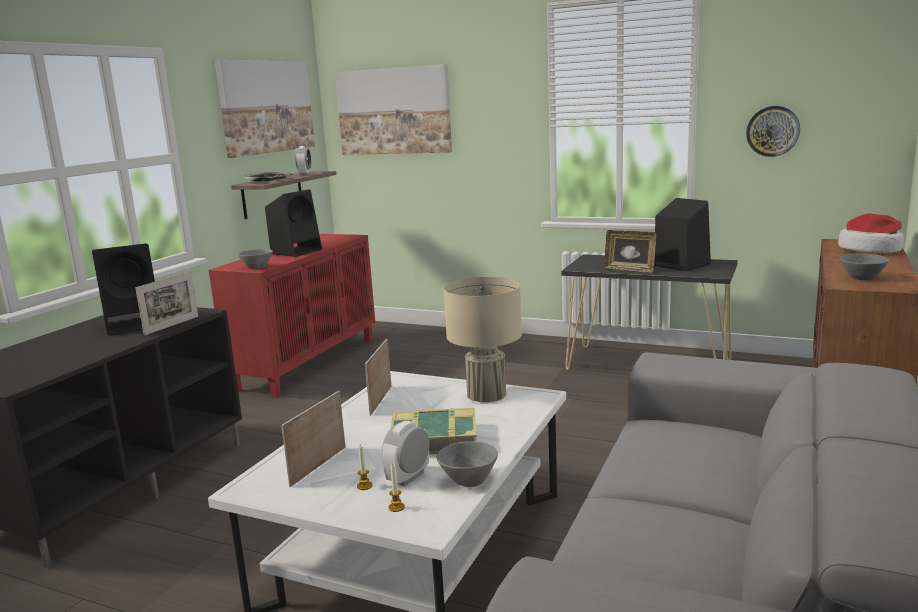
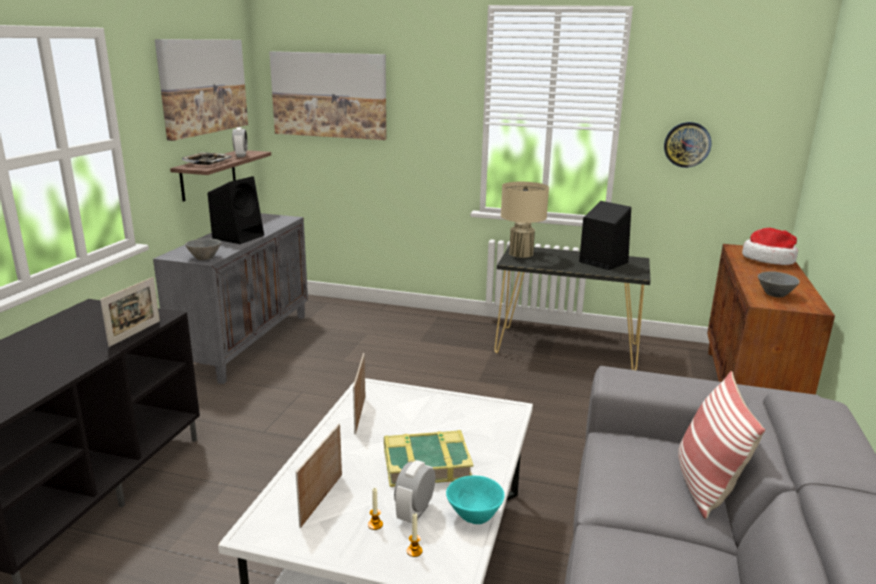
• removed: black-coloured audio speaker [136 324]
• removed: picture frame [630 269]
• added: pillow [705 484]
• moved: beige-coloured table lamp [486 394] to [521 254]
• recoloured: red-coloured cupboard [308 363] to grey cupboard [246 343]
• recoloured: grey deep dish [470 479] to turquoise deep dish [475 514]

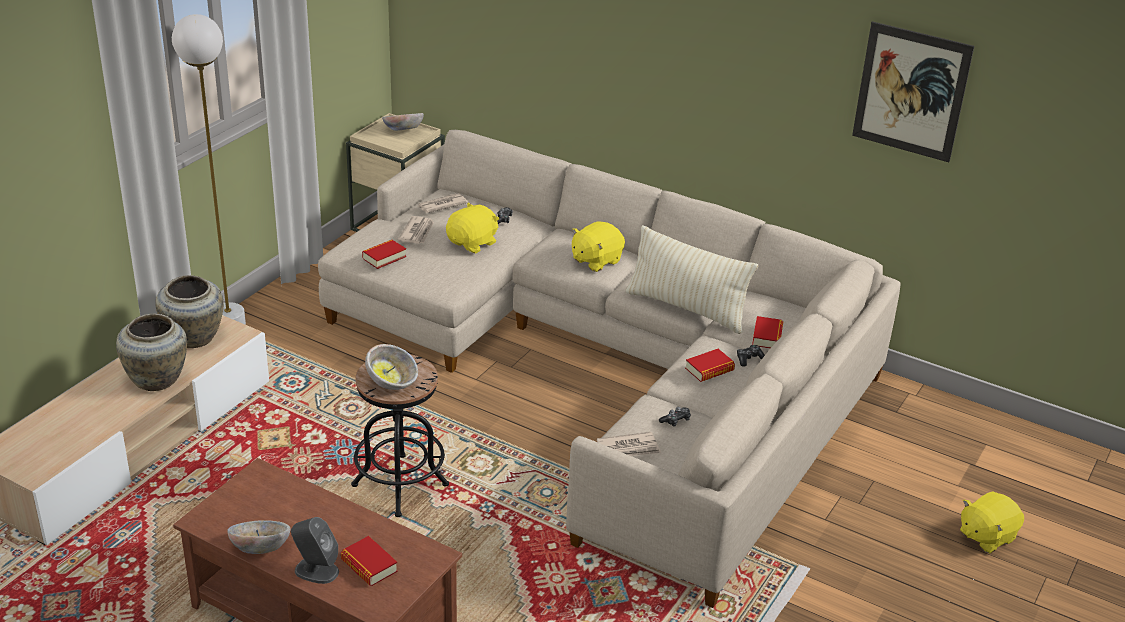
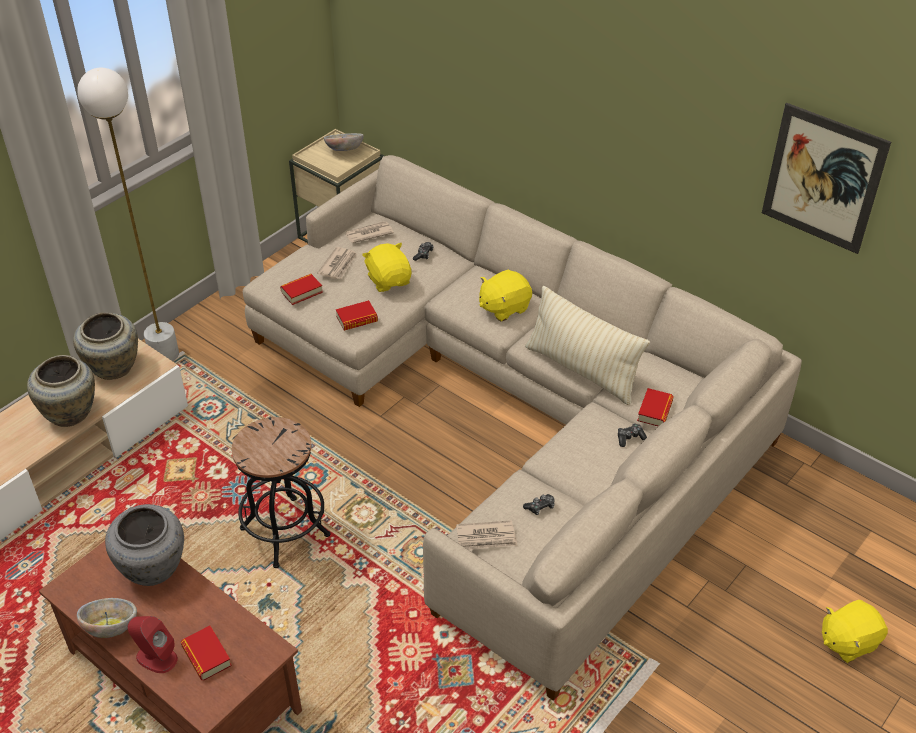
• removed: deep dish [392 382]
• added: grey vase [153 570]
• moved: bound book [709 370] to [357 319]
• recoloured: grey audio speaker [316 570] to red-coloured audio speaker [156 657]
• turned: yellow-coloured plush toy [473 243] = [389 280] 75 degrees counterclockwise

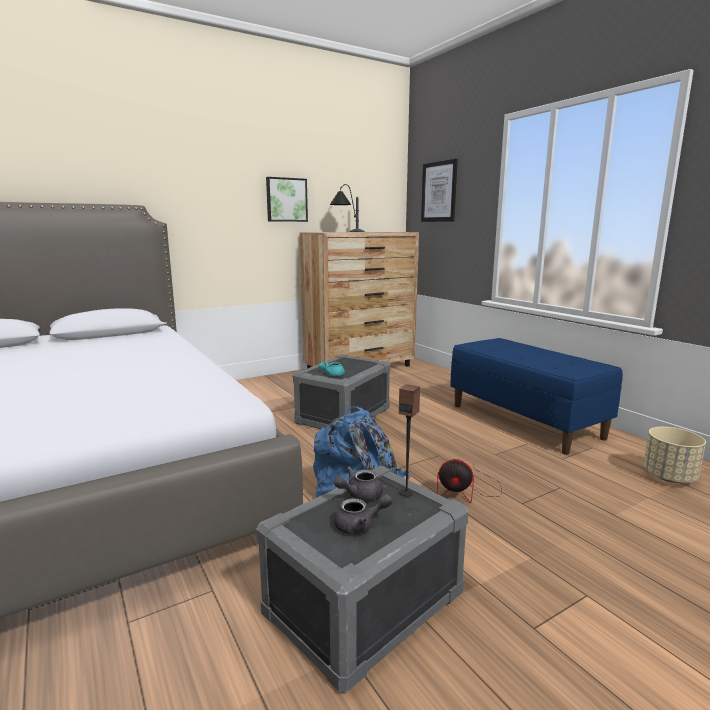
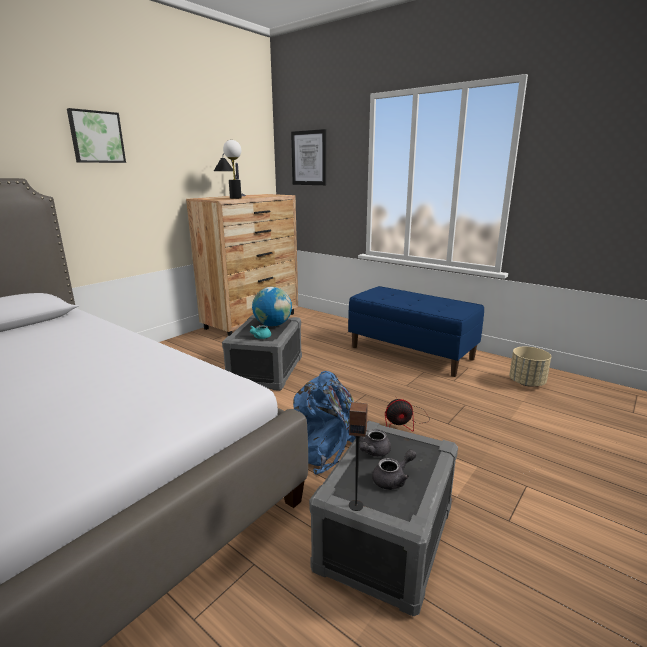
• added: table lamp [235 198]
• added: world globe [273 325]
• moved: wall art [286 200] to [96 137]
• moved: audio speaker [406 492] to [356 505]

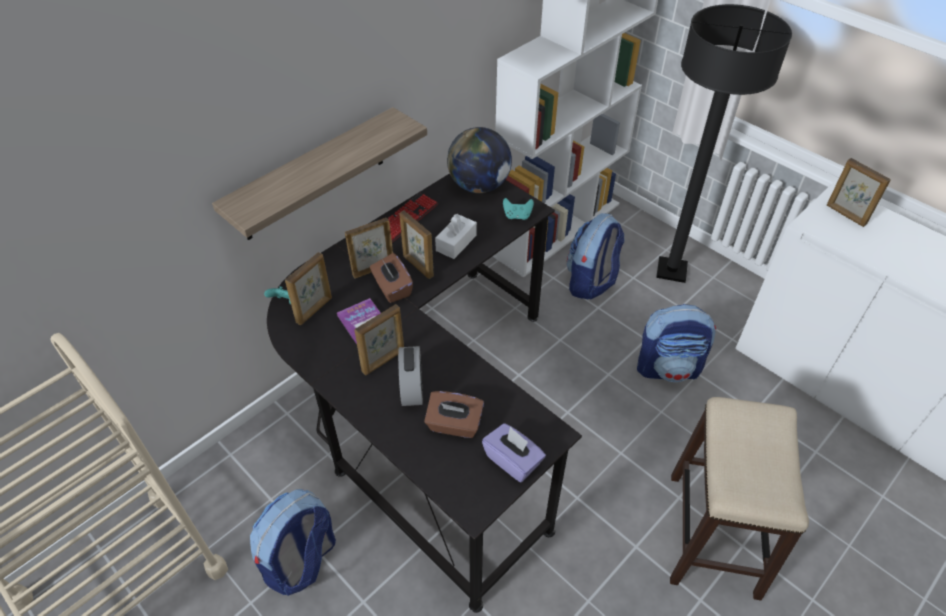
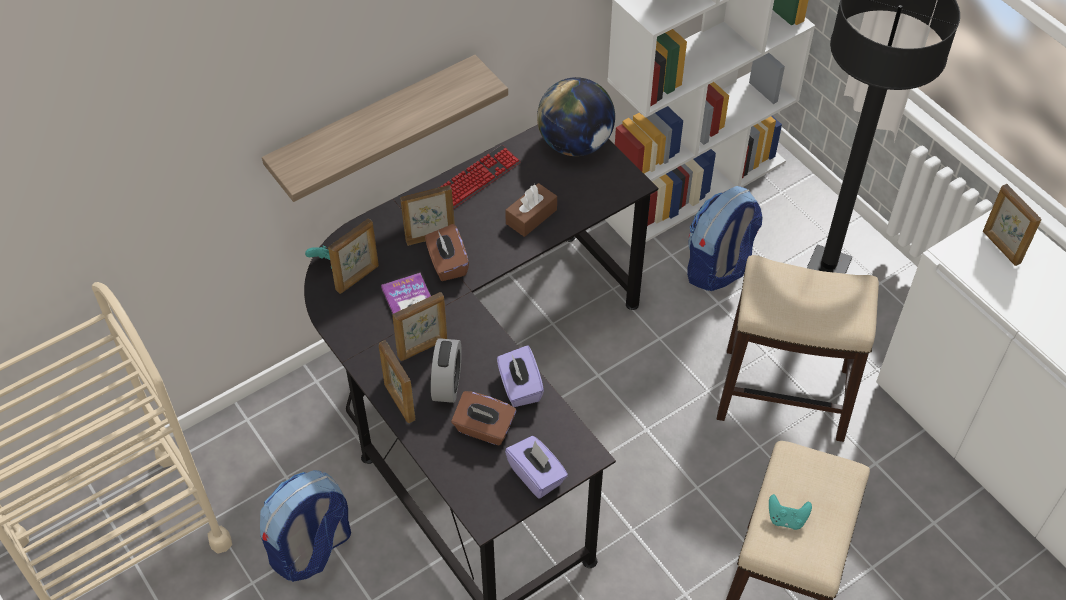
• added: purple tissue box [519 387]
• moved: picture frame [417 266] to [399 402]
• moved: turquoise game controller [517 216] to [786 519]
• replaced: knapsack [668 368] to stool seat [785 394]
• recoloured: white-coloured tissue box [456 243] to brown-coloured tissue box [531 216]

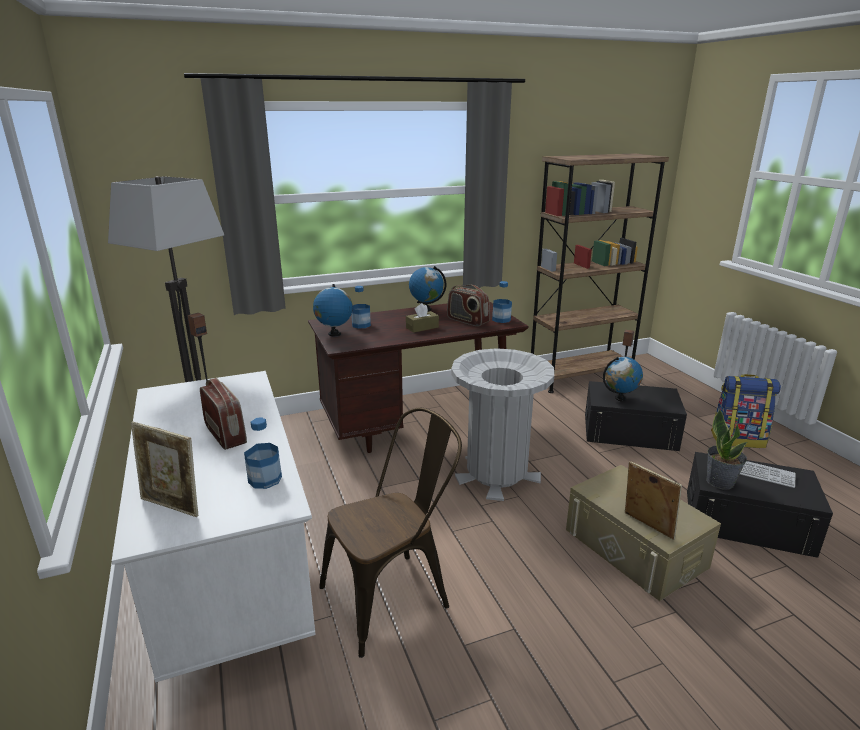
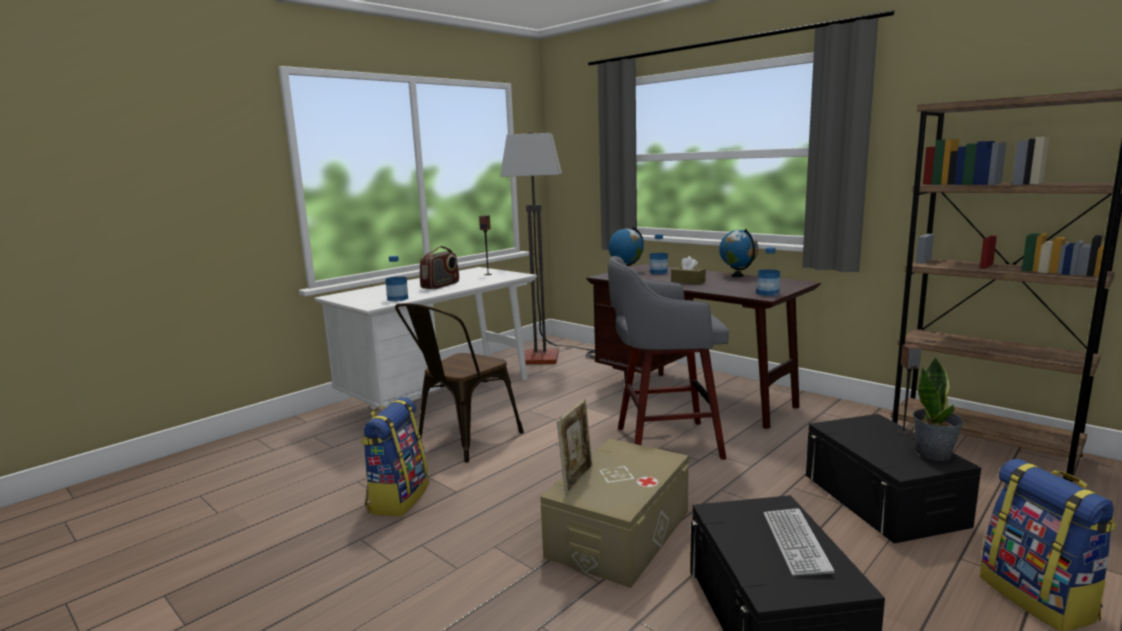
• removed: picture frame [172 505]
• removed: radio set [467 321]
• removed: world globe [620 398]
• added: knapsack [398 498]
• moved: plant in a pot [720 481] to [933 454]
• replaced: grey trash can [496 474] to grey stool seat [664 443]
• turned: brown-coloured upright chair [394 595] = [462 442] 90 degrees clockwise

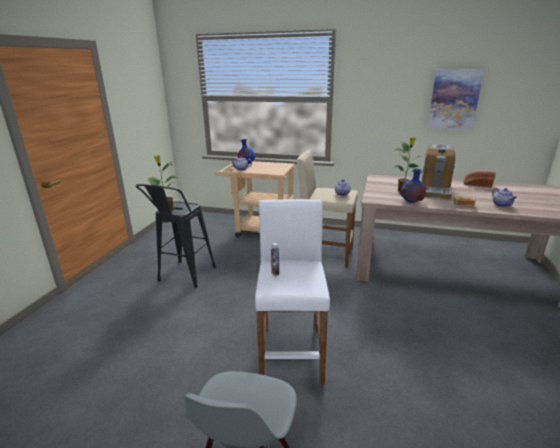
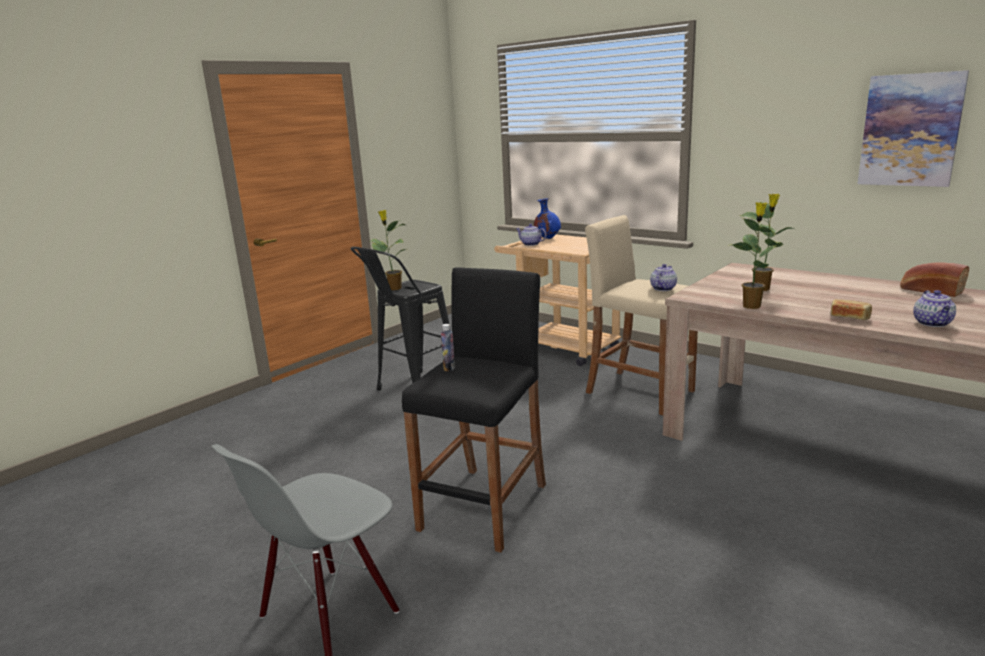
• removed: coffee brewer [435 190]
• replaced: blue-coloured vase [411 203] to plant in a pot [751 306]
• recoloured: white-coloured stool seat [291 354] to black-coloured stool seat [485 506]

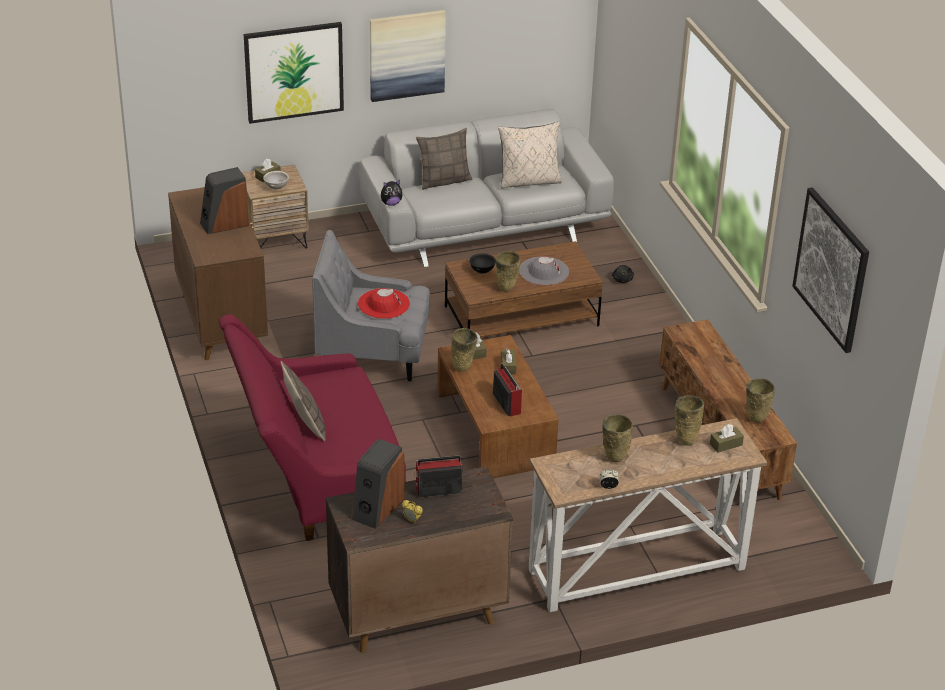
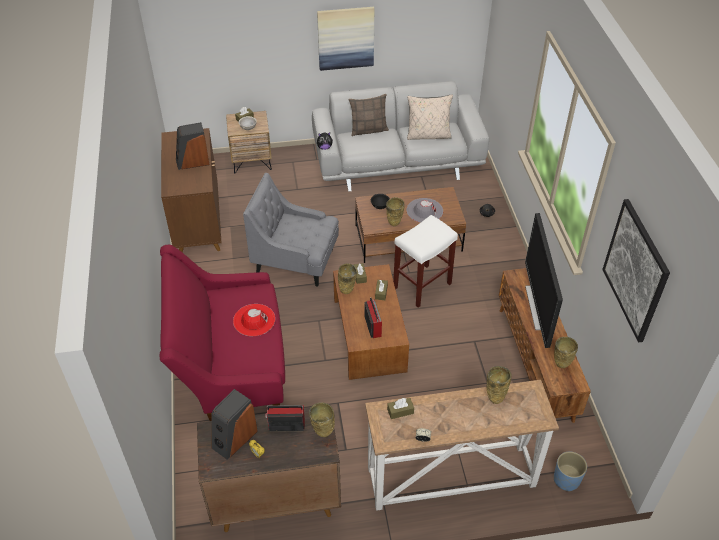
• removed: wall art [294 72]
• removed: pillow [304 424]
• added: white-coloured stool seat [422 286]
• added: TV [539 307]
• added: blue-coloured planter [566 480]
• moved: red-coloured hat [383 304] to [254 320]
• moved: beige-coloured vase [614 459] to [322 433]
• moved: brown-coloured tissue box [726 444] to [400 411]

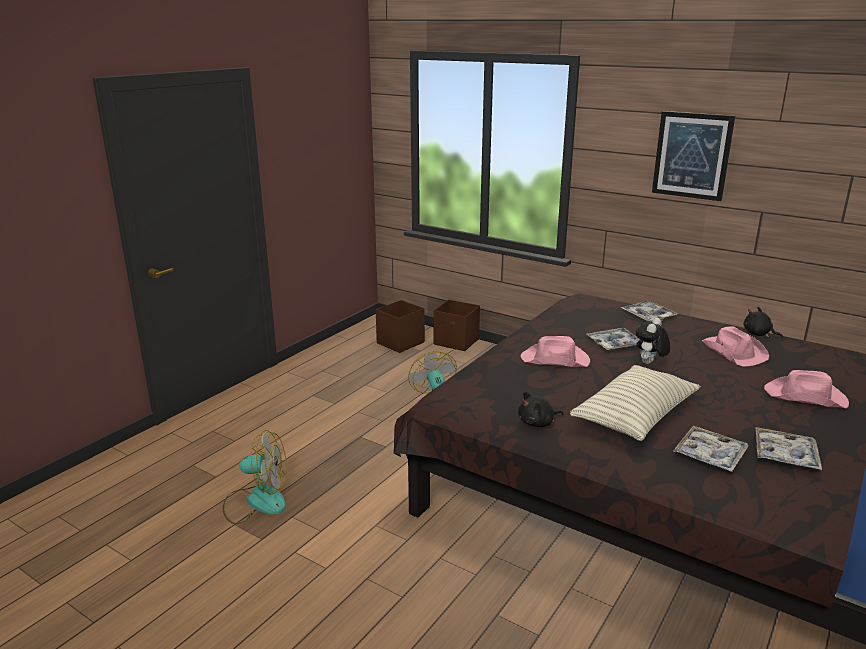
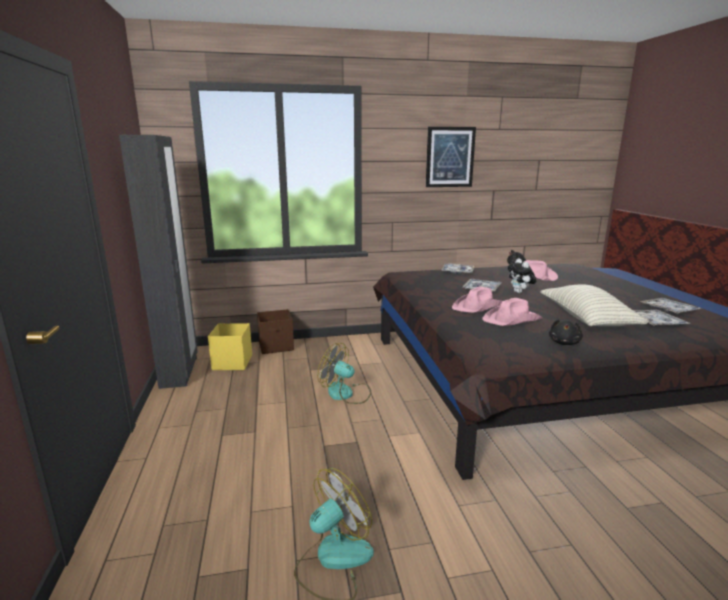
• added: black-coloured wardrobe [180 372]
• moved: pink hat [806 397] to [513 320]
• recoloured: brown-coloured storage container [400 343] to yellow-coloured storage container [232 363]

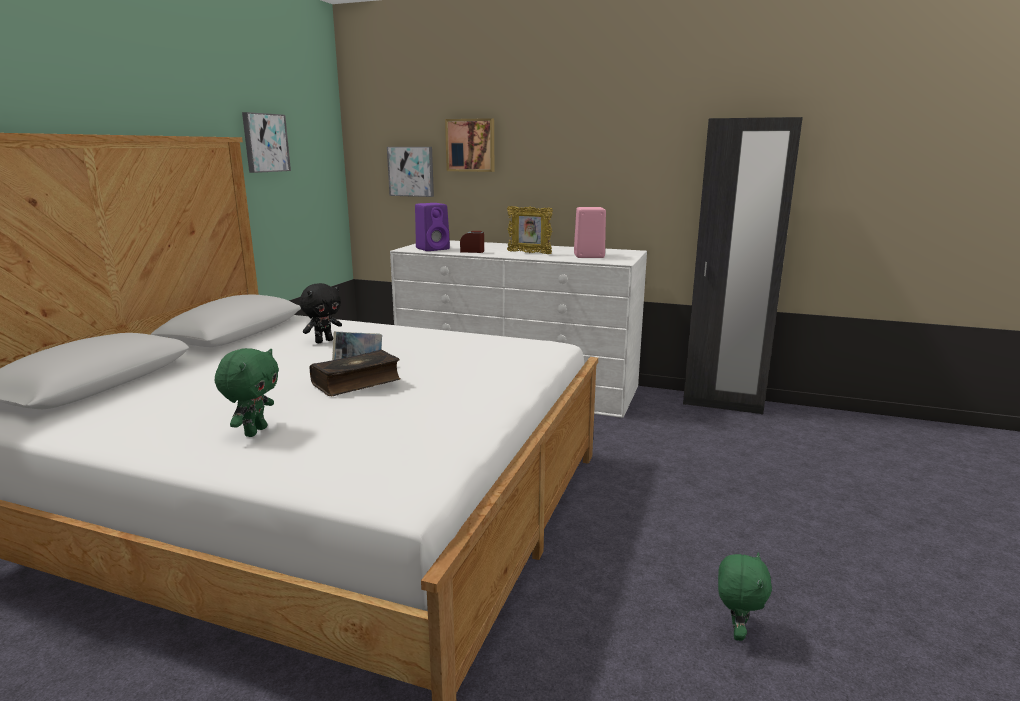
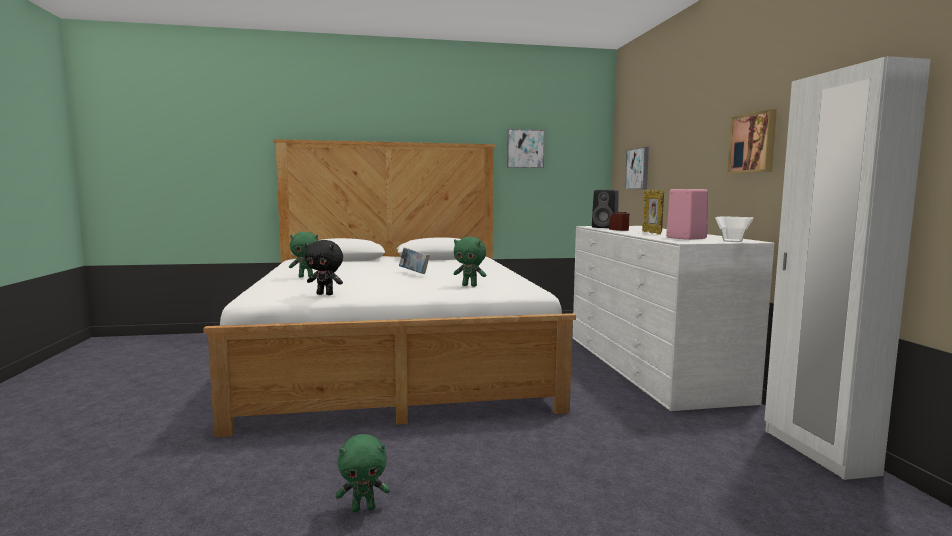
• removed: bound book [357 382]
• added: green-coloured plush toy [470 285]
• added: deep dish [733 241]
• moved: black-coloured plush toy [324 341] to [325 294]
• moved: wall art [471 145] to [753 143]
• recoloured: purple audio speaker [433 249] to black-coloured audio speaker [605 227]
• recoloured: black-coloured wardrobe [722 404] to white-coloured wardrobe [817 452]

